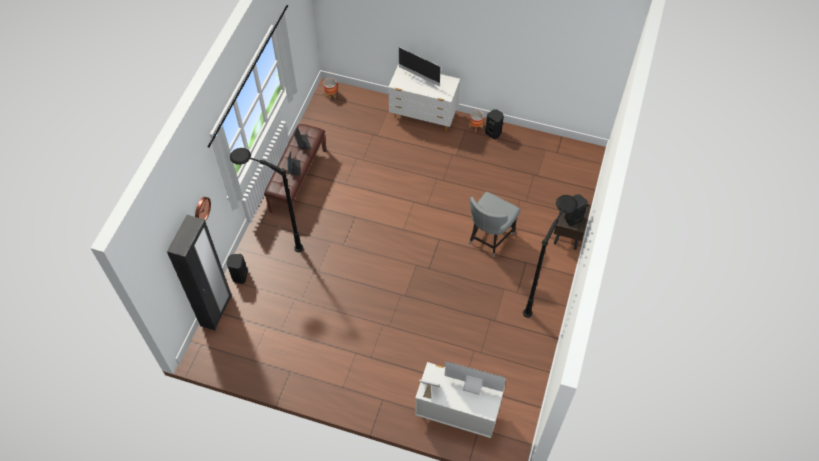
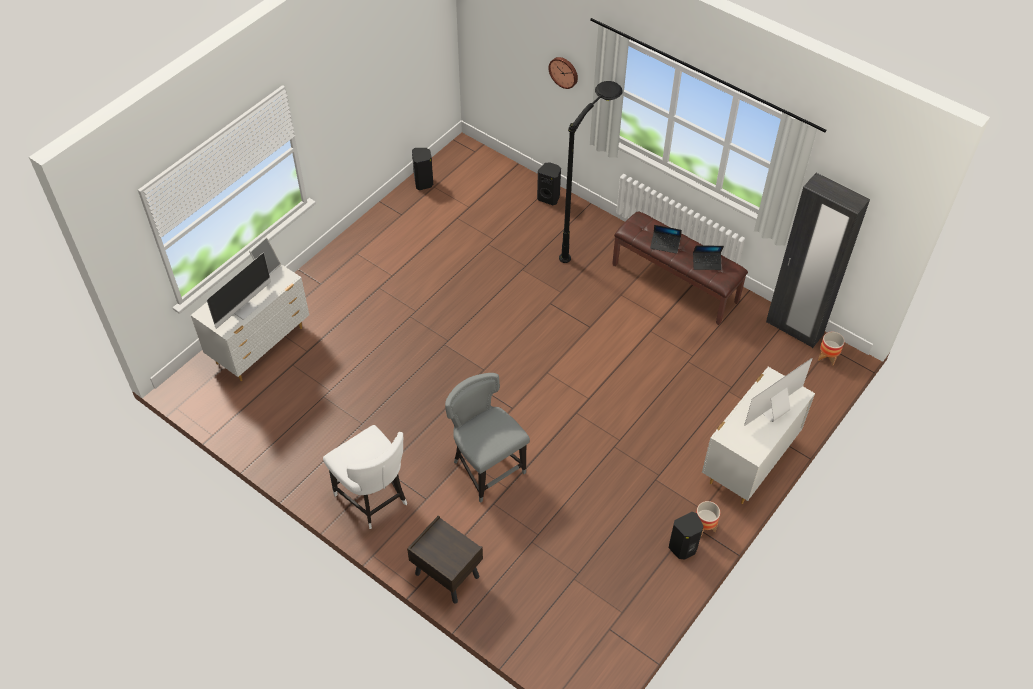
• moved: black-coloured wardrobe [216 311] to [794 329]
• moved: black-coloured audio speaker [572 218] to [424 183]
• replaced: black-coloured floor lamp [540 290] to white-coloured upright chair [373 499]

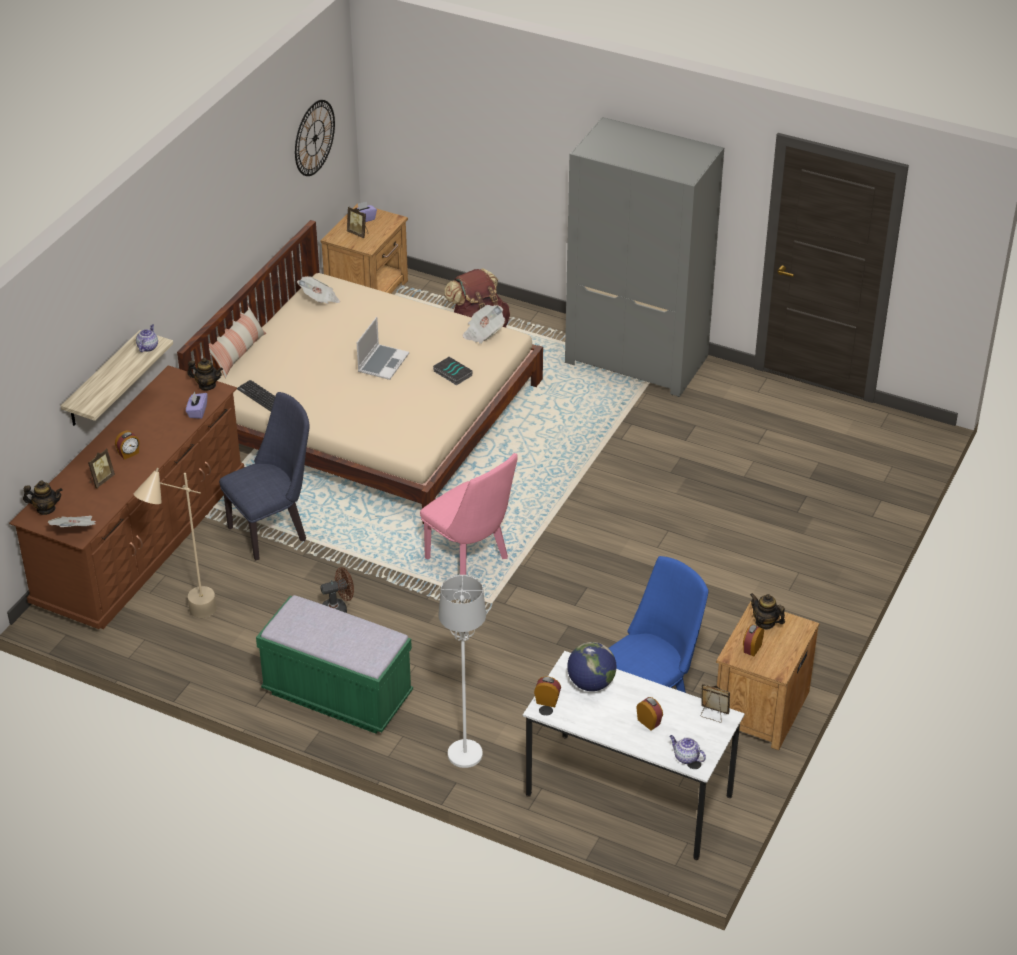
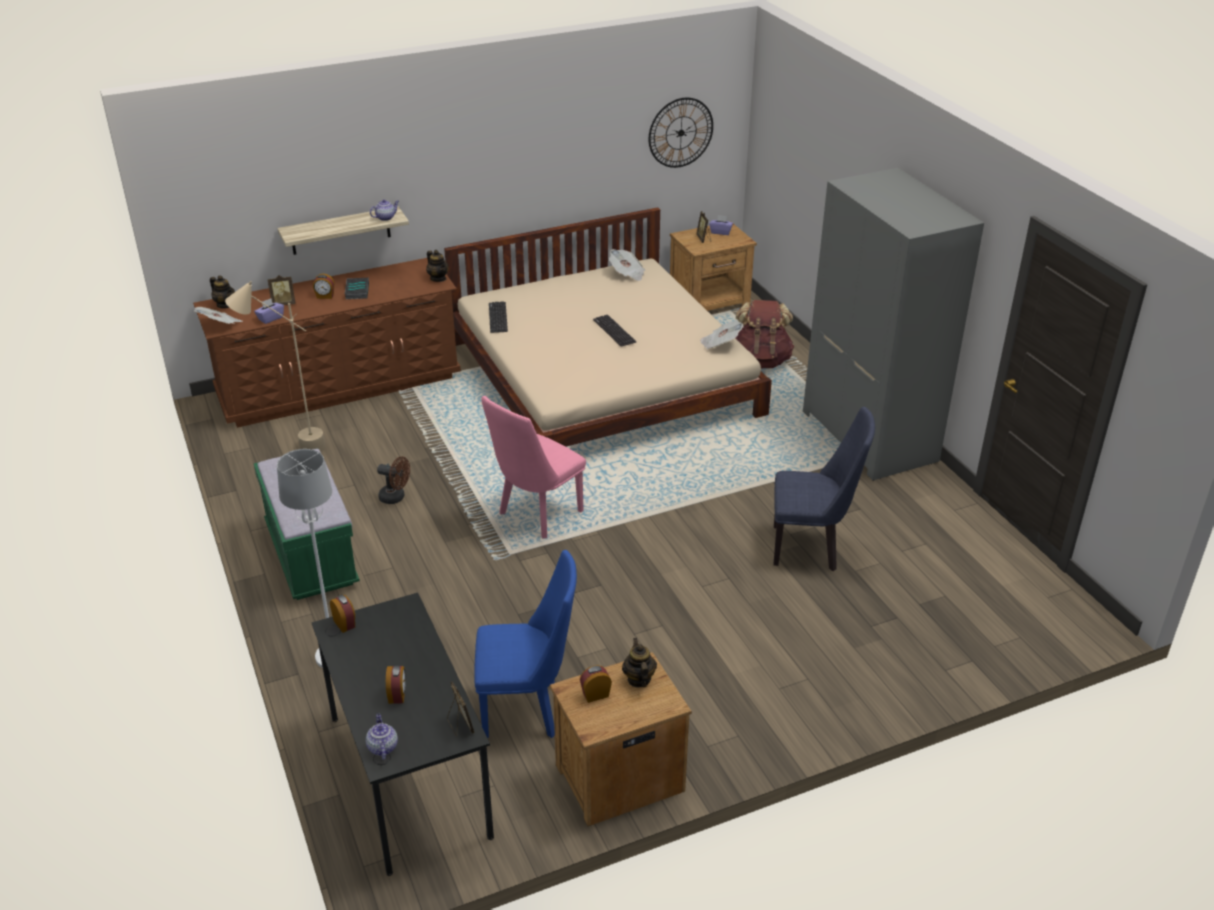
• removed: pillow [238 353]
• removed: world globe [591 683]
• moved: purple tissue box [197 411] to [270 318]
• moved: blue-coloured upright chair [273 530] to [811 548]
• moved: bound book [452 373] to [356 291]
• replaced: portable computer [383 363] to keyboard [614 331]
• recoloured: white-coloured desk [628 795] to black-coloured desk [409 775]
• turned: pink upright chair [471 562] = [536 516] 45 degrees clockwise

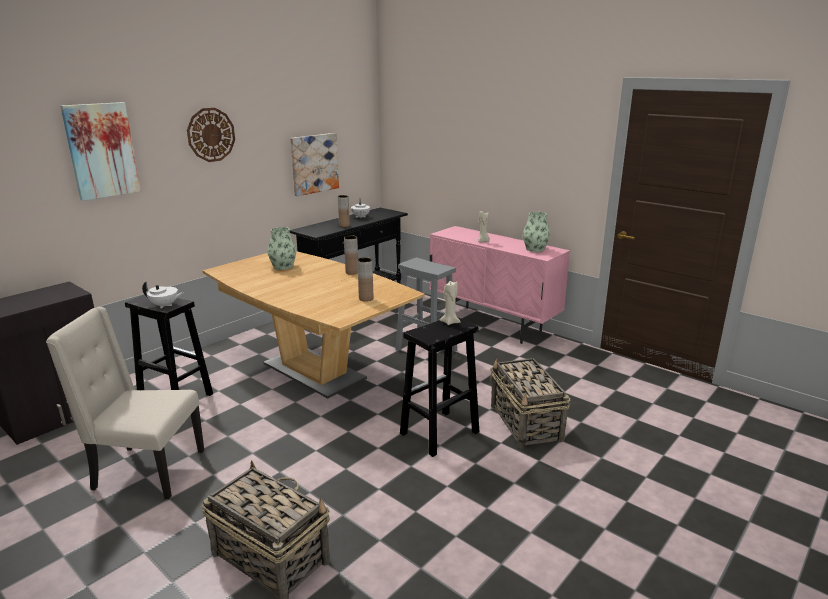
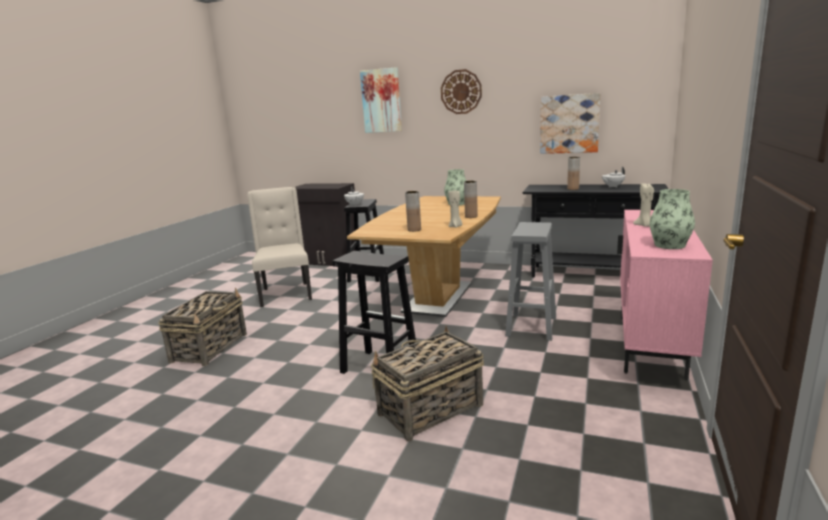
• moved: beige-coloured wax candle [450 322] to [455 226]

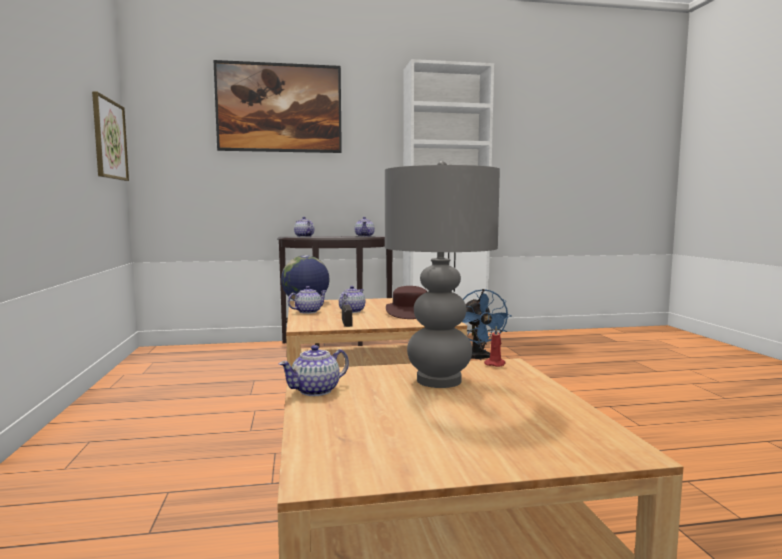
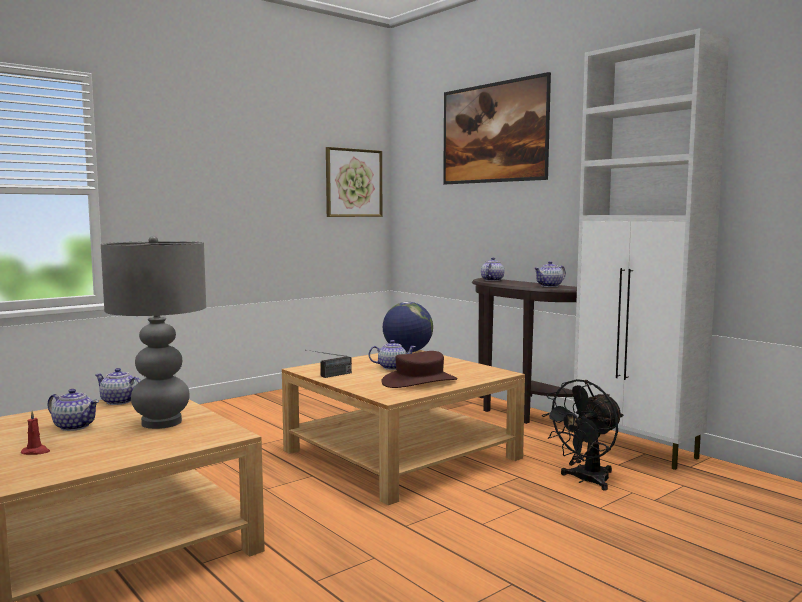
• moved: pot for tea [307 312] to [74 426]
• moved: red-coloured wax candle [495 364] to [36 452]
• recoloured: blue-coloured electric fan [479 359] to black-coloured electric fan [585 480]

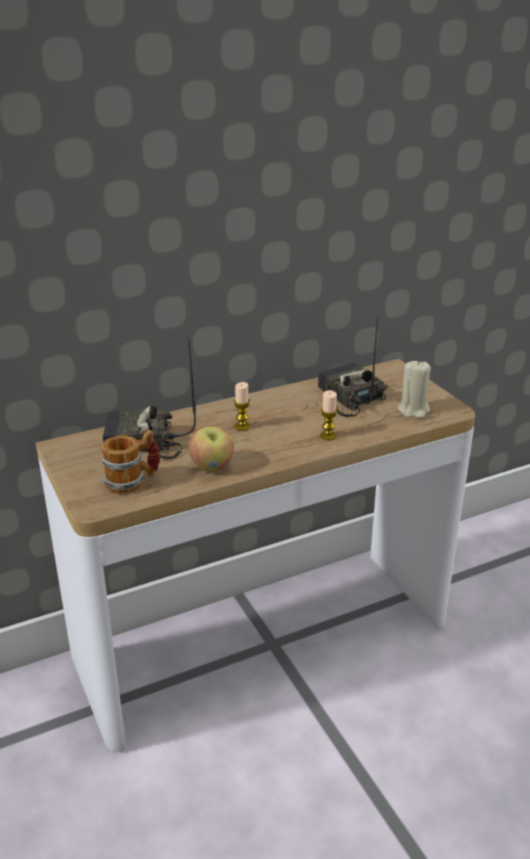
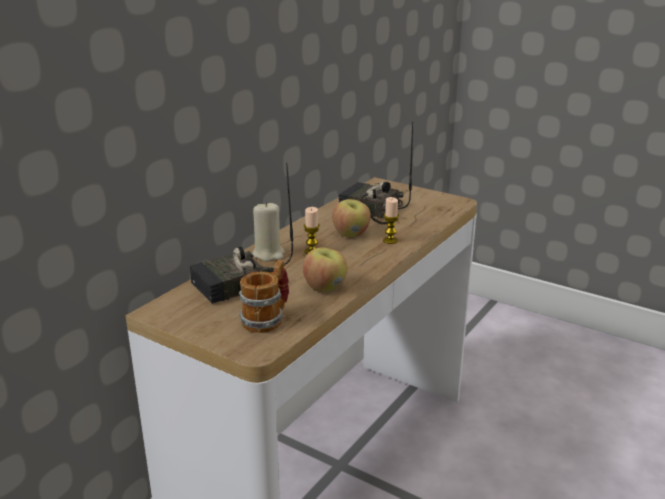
• added: apple [351 234]
• moved: beige-coloured wax candle [413 410] to [268 254]

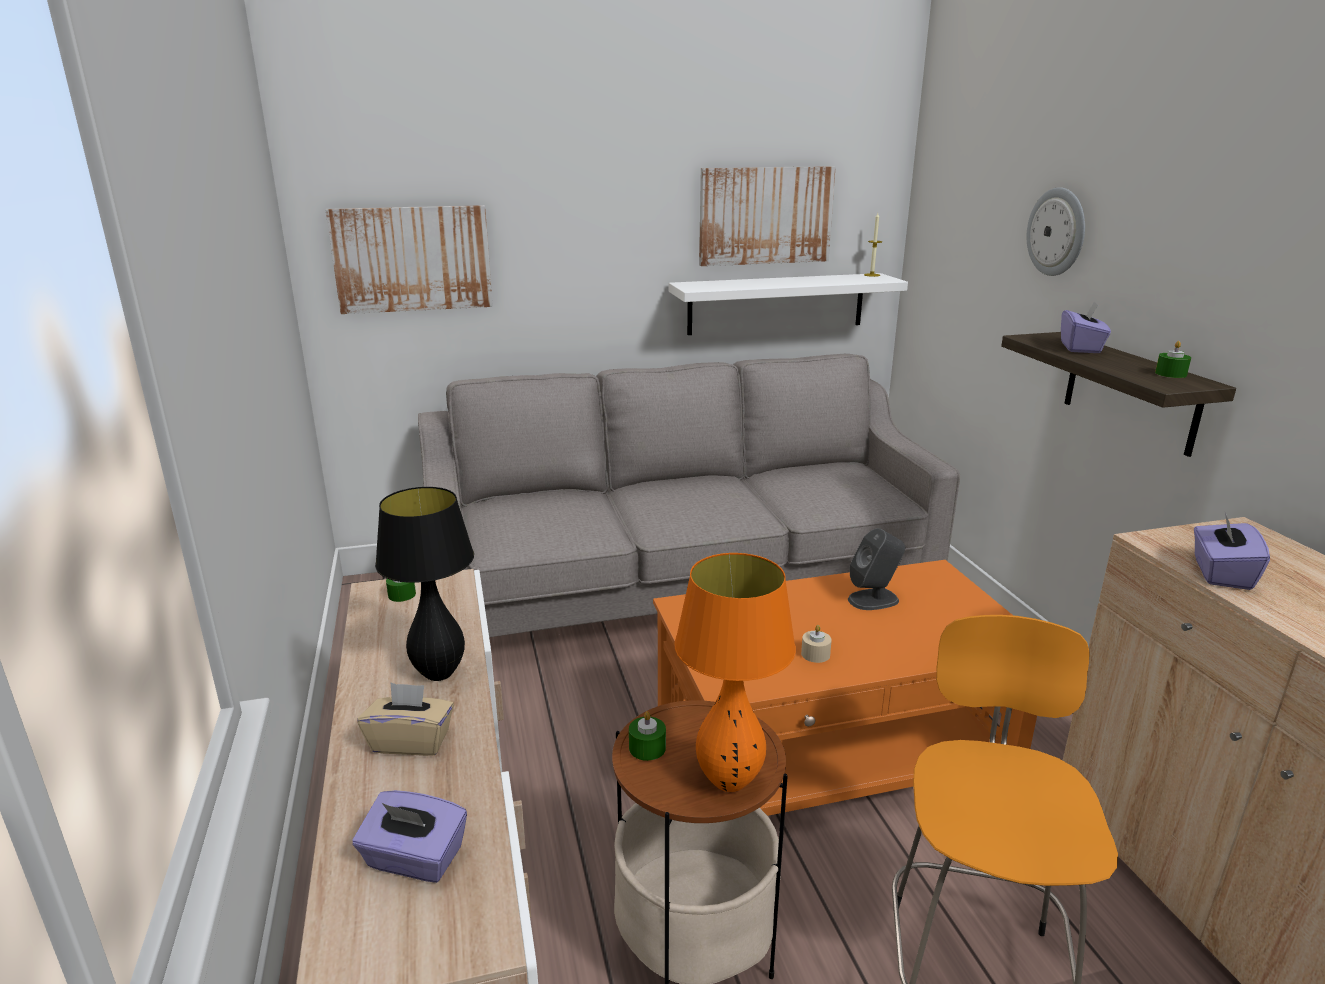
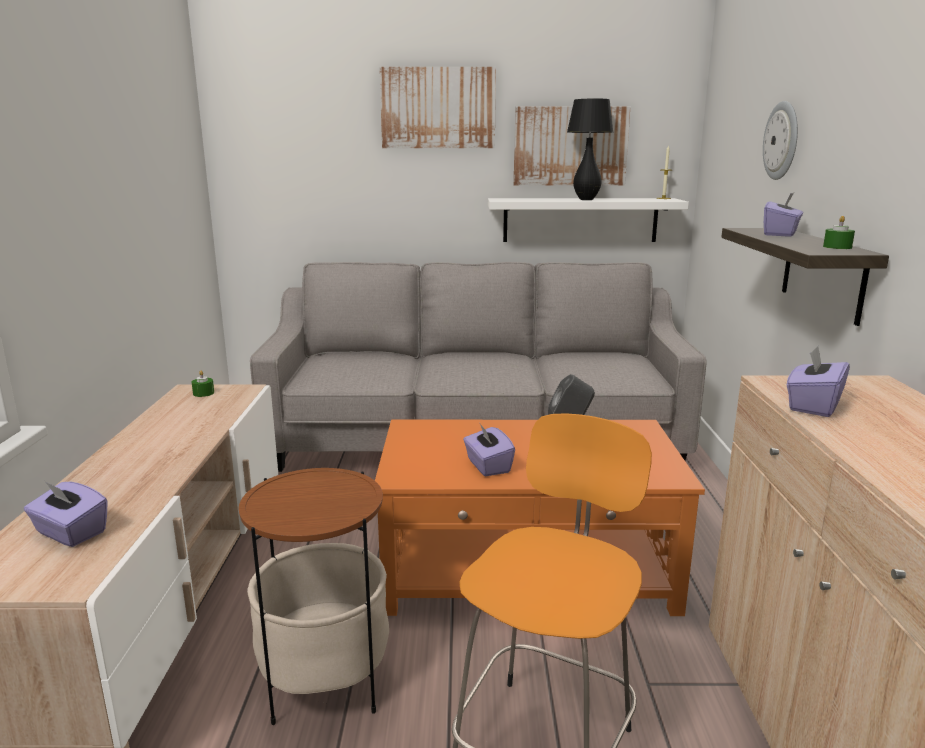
• removed: beige-coloured tissue box [411 741]
• removed: green-coloured wax candle [647 748]
• removed: orange table lamp [730 781]
• moved: wall art [412 259] to [438 108]
• moved: black-coloured table lamp [439 674] to [586 199]
• replaced: beige-coloured wax candle [815 654] to purple tissue box [487 466]

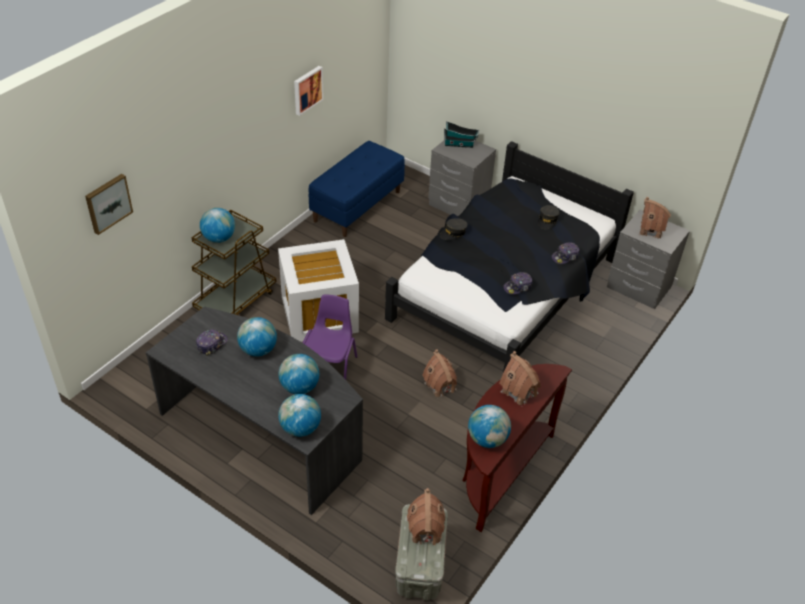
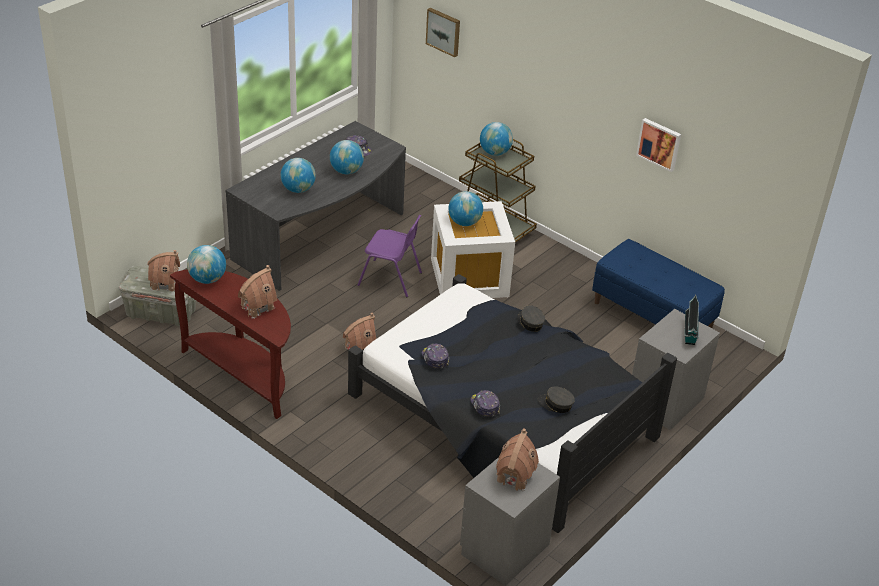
• moved: world globe [300 428] to [464 222]

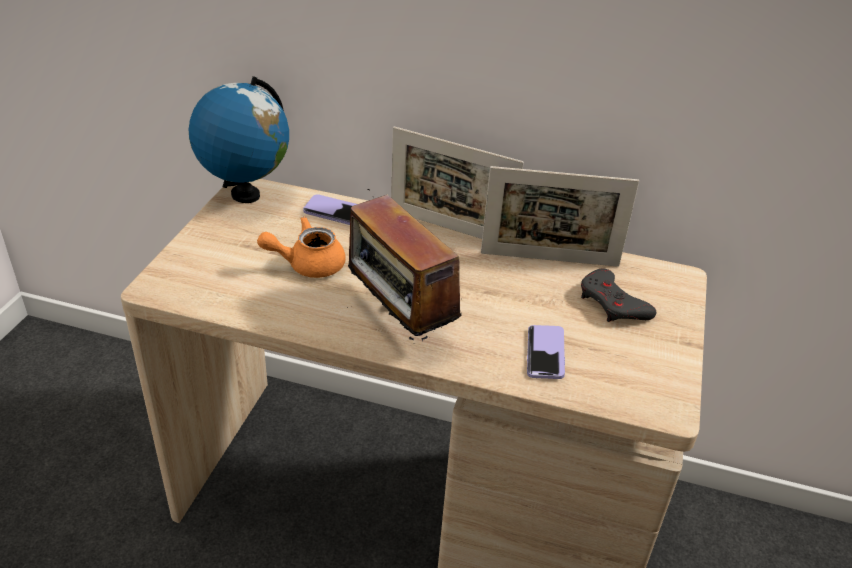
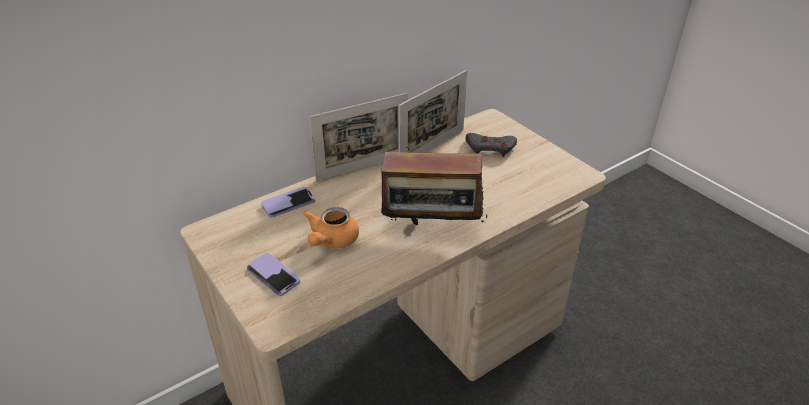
• removed: world globe [245 195]
• moved: handset [545 353] to [273 275]

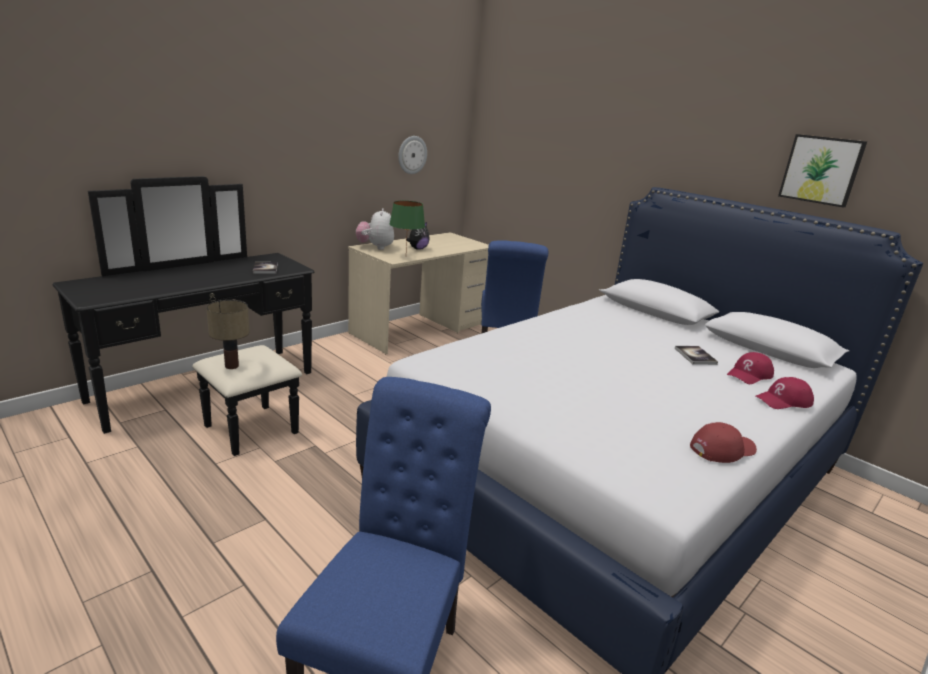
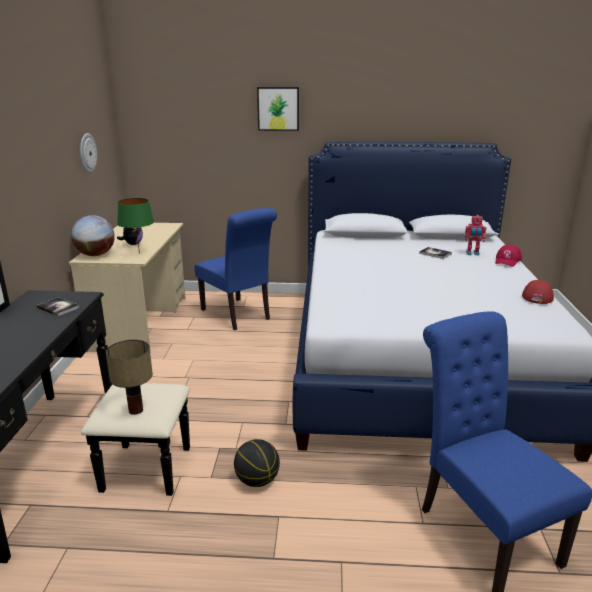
• added: basketball [257 480]
• moved: wall art [821 170] to [278 108]
• replaced: plush toy [375 247] to world globe [96 255]
• replaced: red-coloured cap [749 375] to toy robot [472 253]

